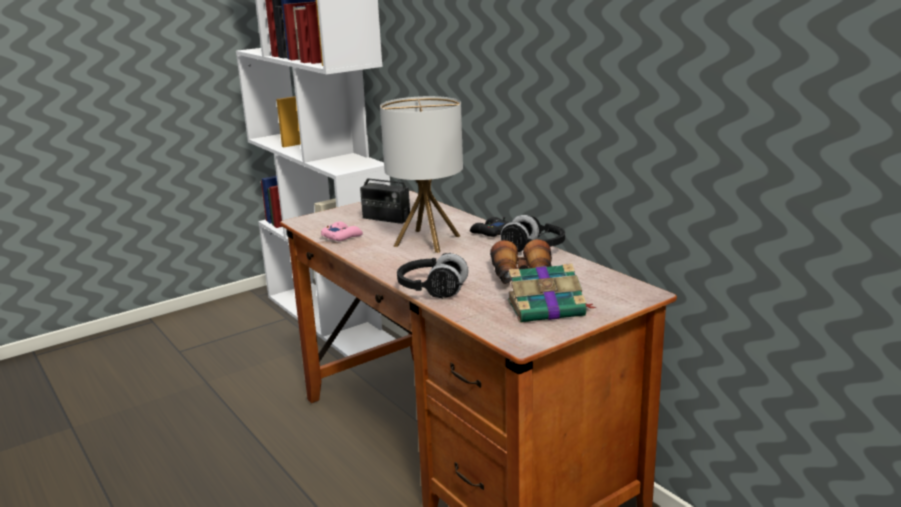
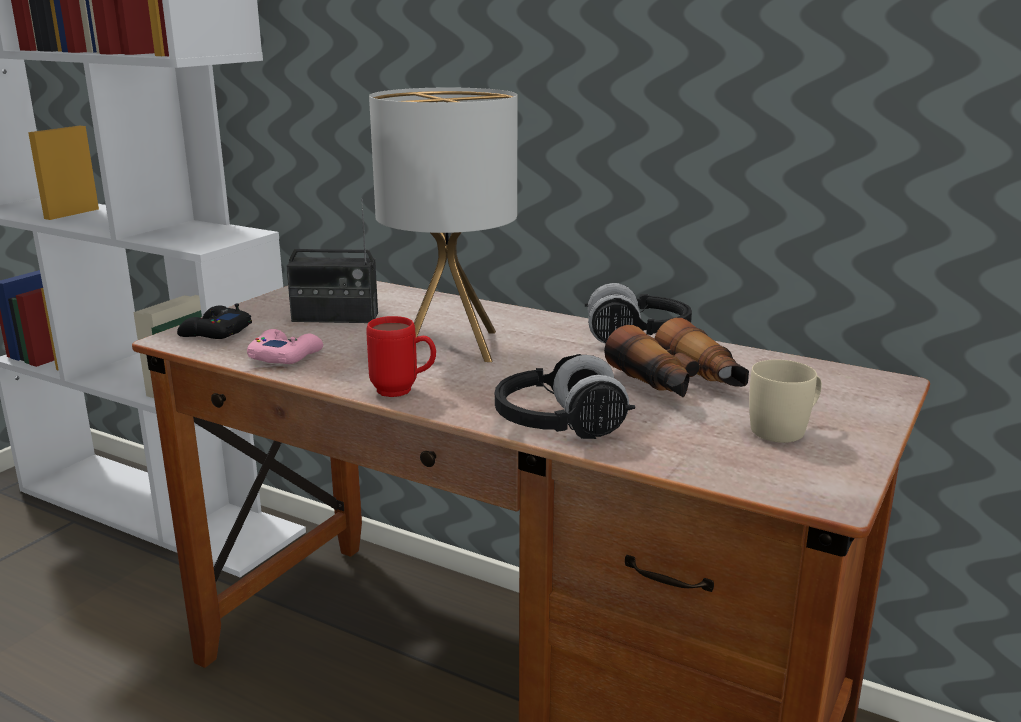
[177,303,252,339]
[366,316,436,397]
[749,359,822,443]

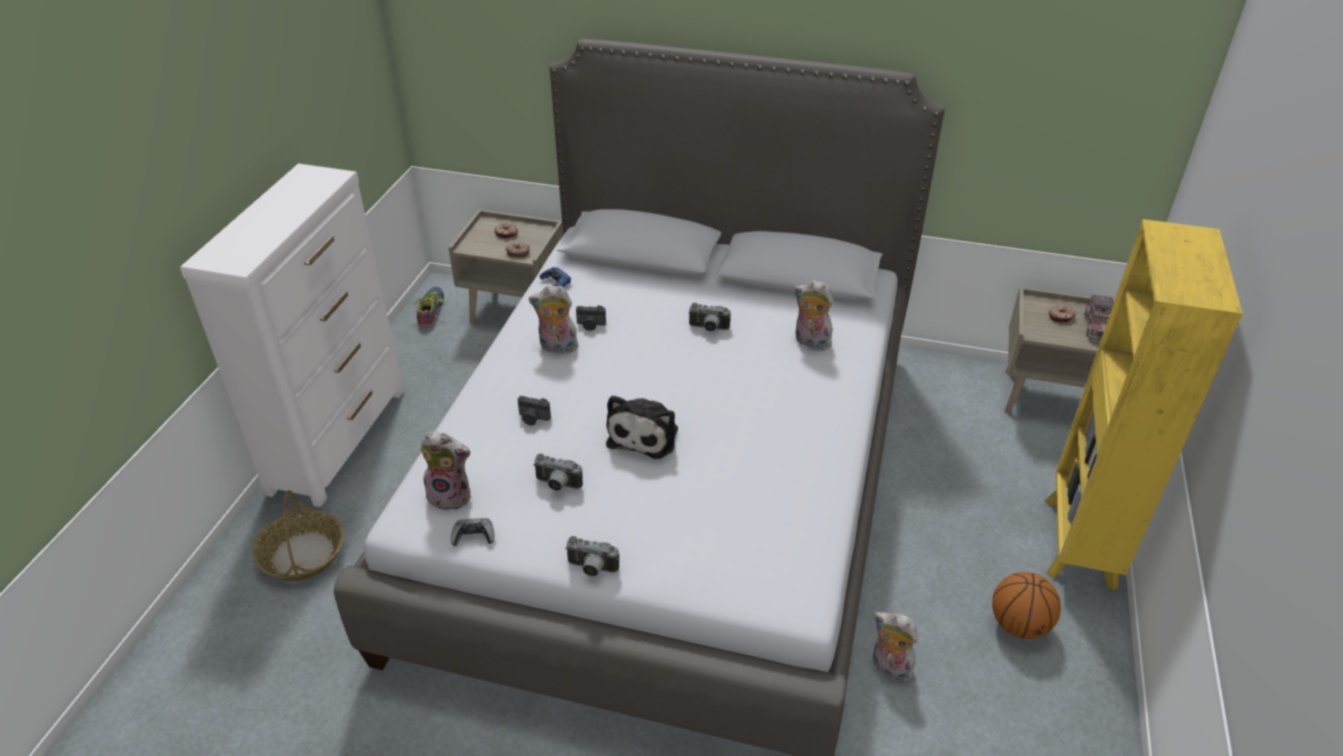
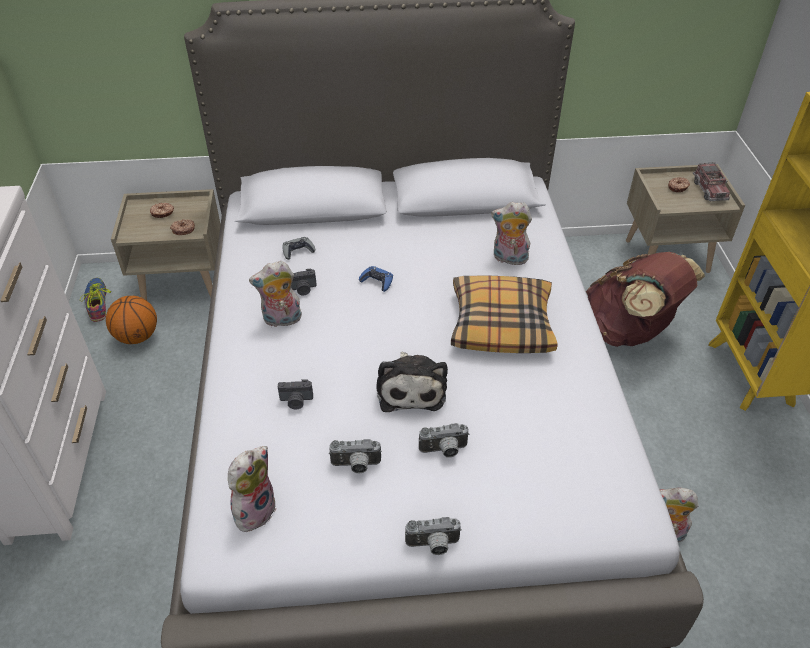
[106,296,157,344]
[228,446,277,532]
[282,237,315,260]
[359,266,393,292]
[419,423,469,458]
[451,276,558,353]
[586,252,705,347]
[252,490,344,581] (first image)

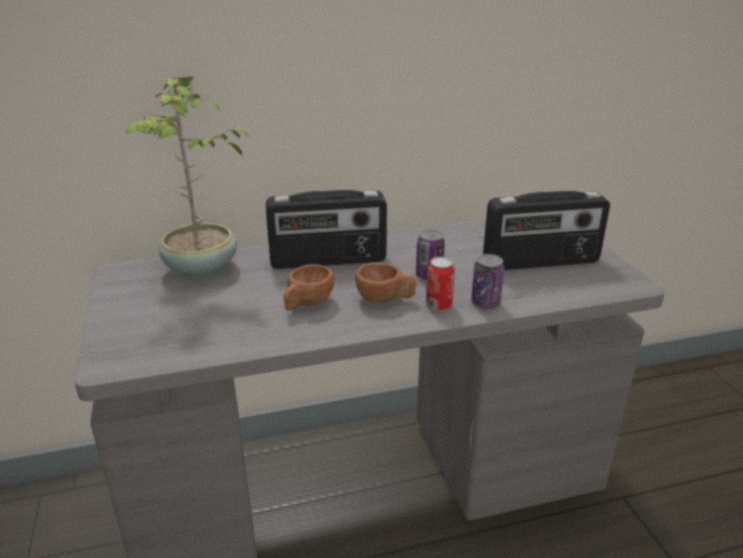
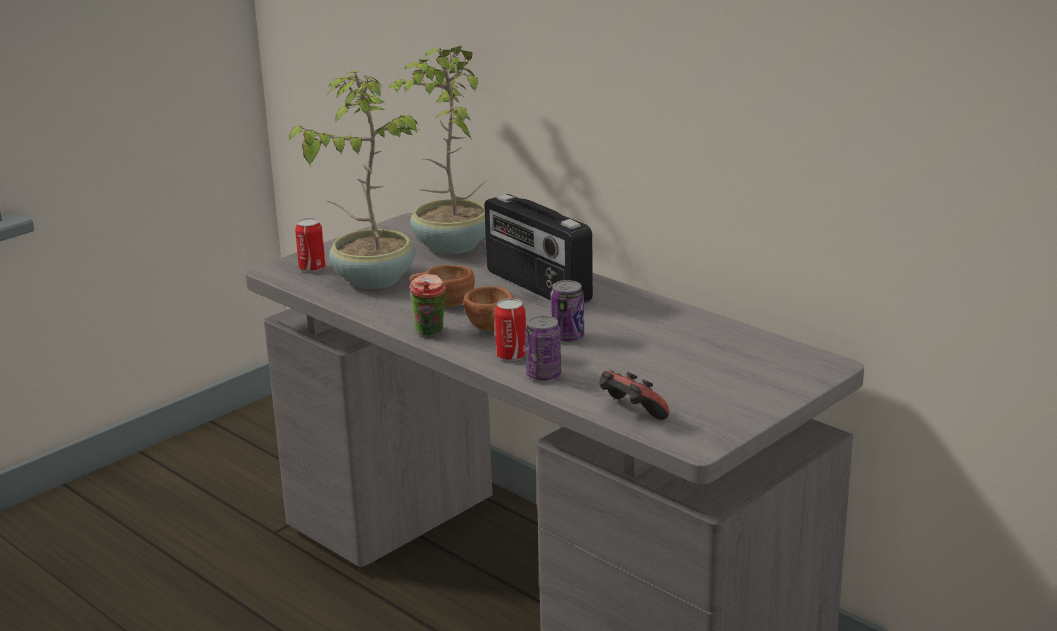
[288,71,420,289]
[295,218,326,272]
[410,274,447,337]
[599,370,670,420]
[483,191,610,270] (first image)

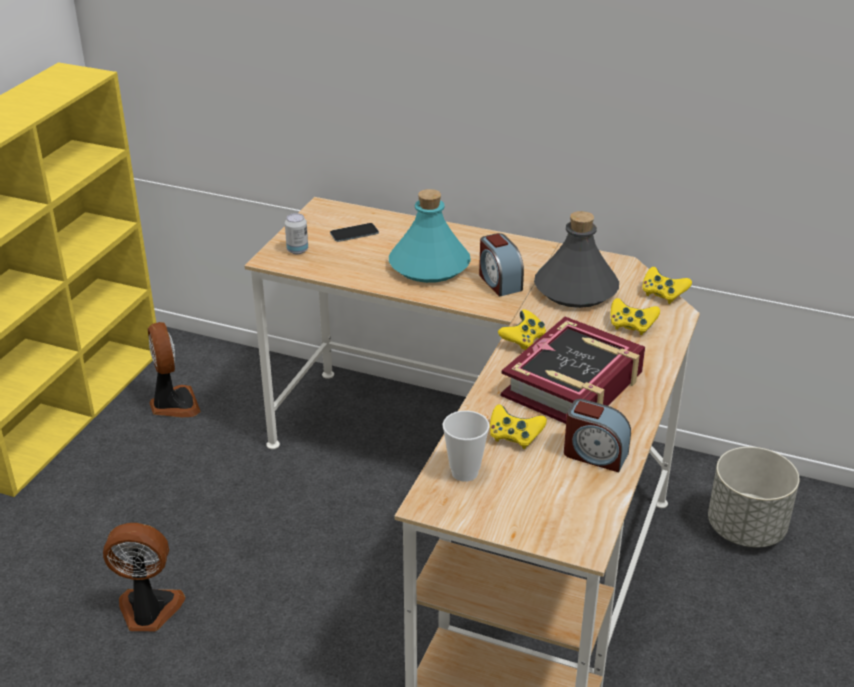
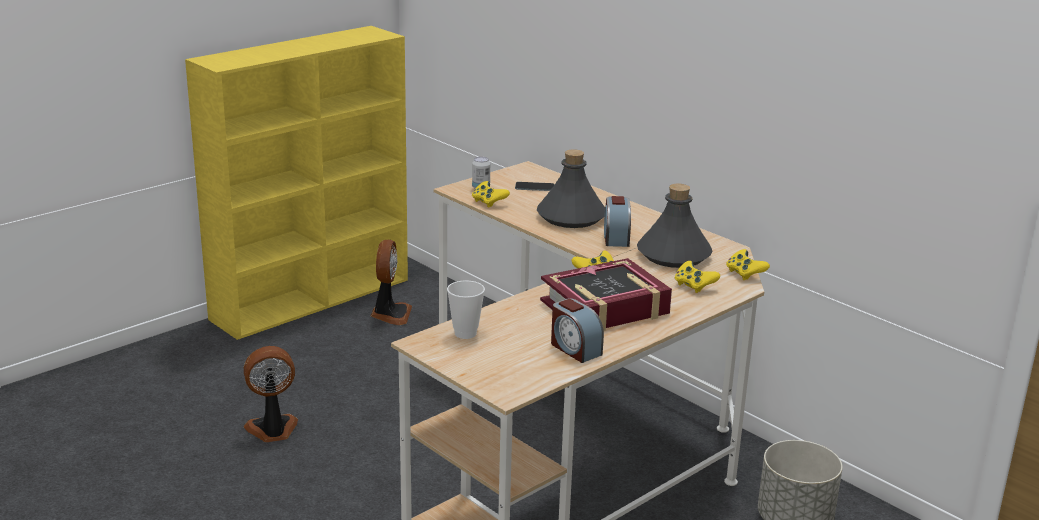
[244,346,298,442]
[472,181,510,208]
[537,149,605,228]

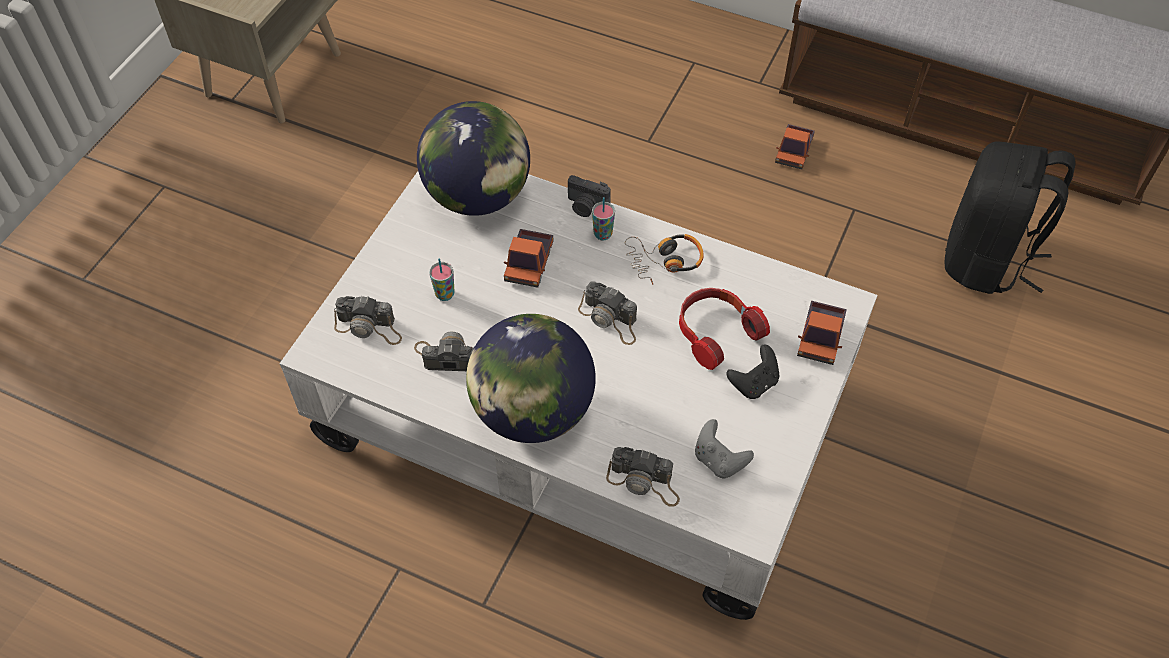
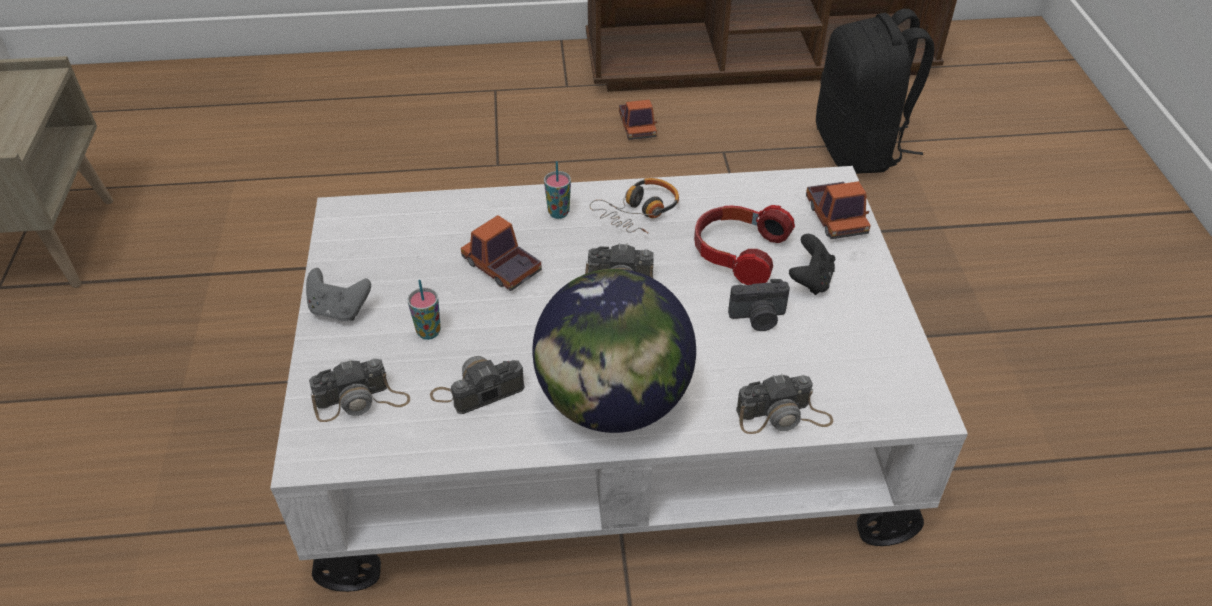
[306,268,371,321]
[461,215,542,291]
[728,279,790,331]
[417,101,530,216] (first image)

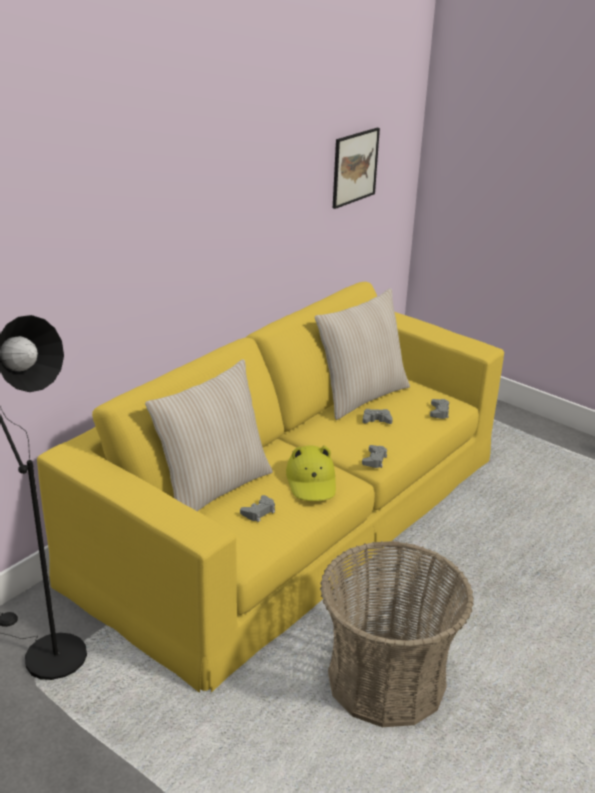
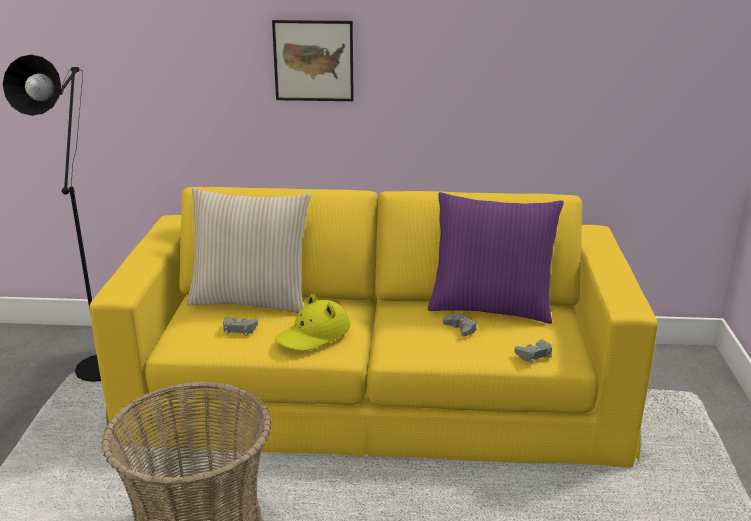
[272,20,354,101]
[428,192,564,324]
[362,445,387,468] (first image)

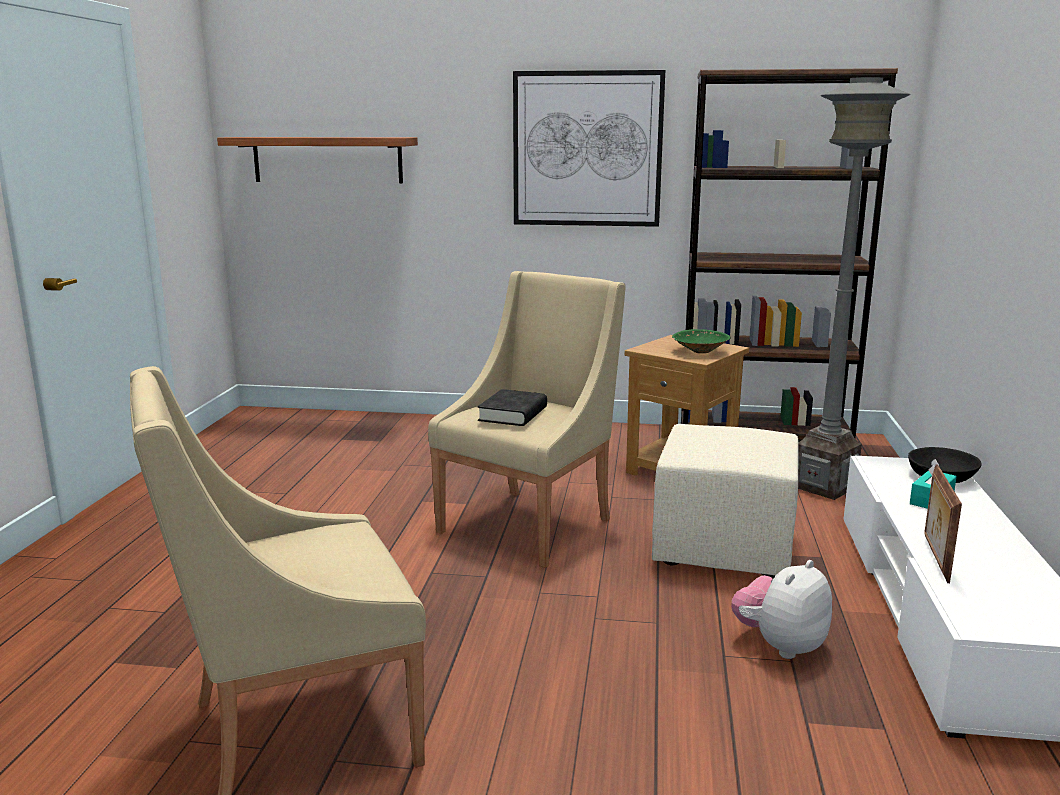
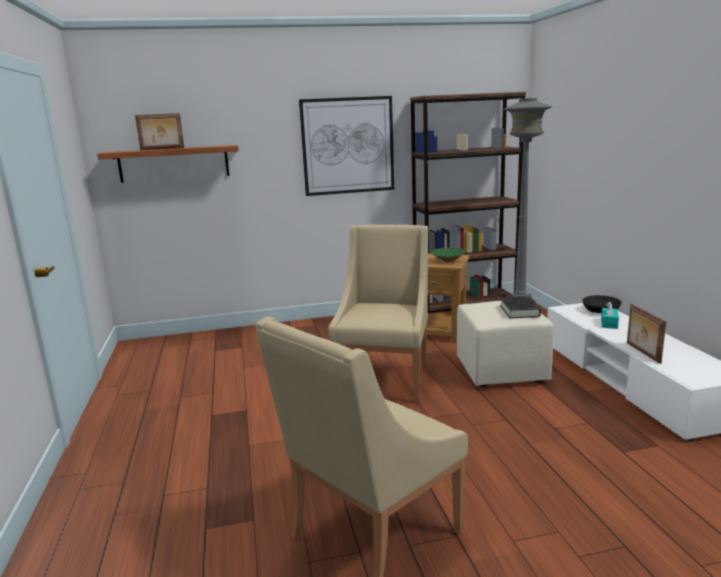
[135,113,184,151]
[500,296,541,318]
[732,560,832,659] (first image)

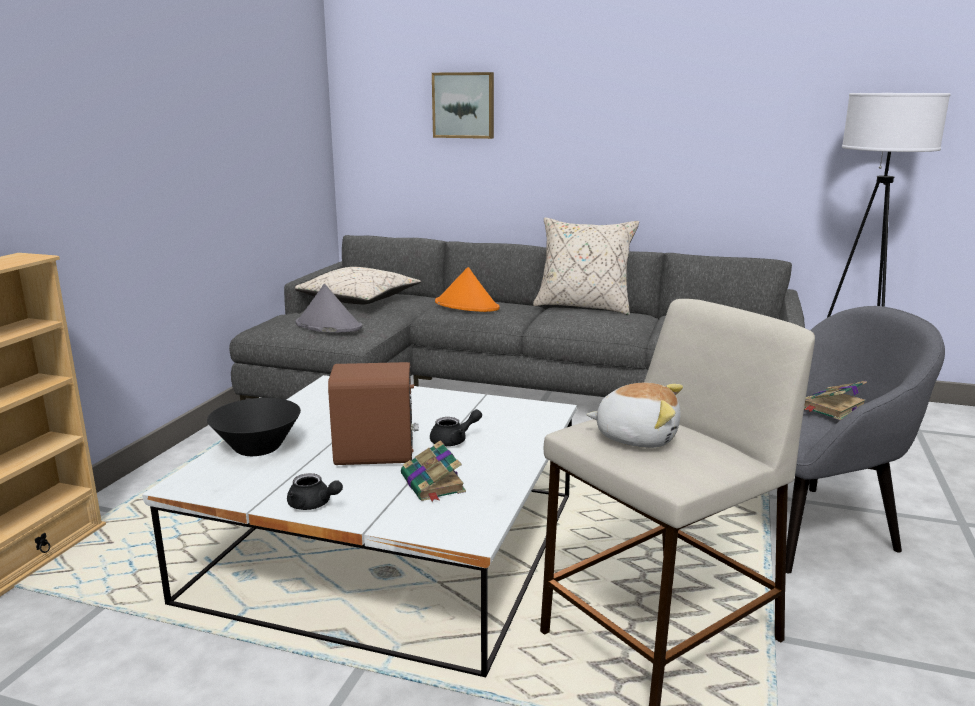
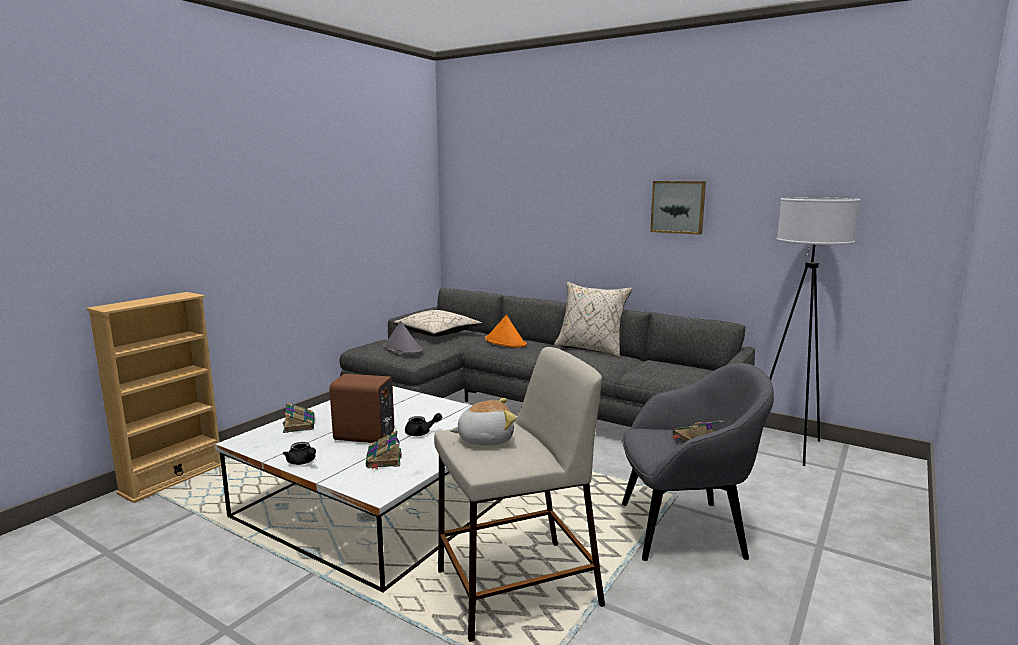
[283,403,315,433]
[450,398,517,445]
[650,181,706,235]

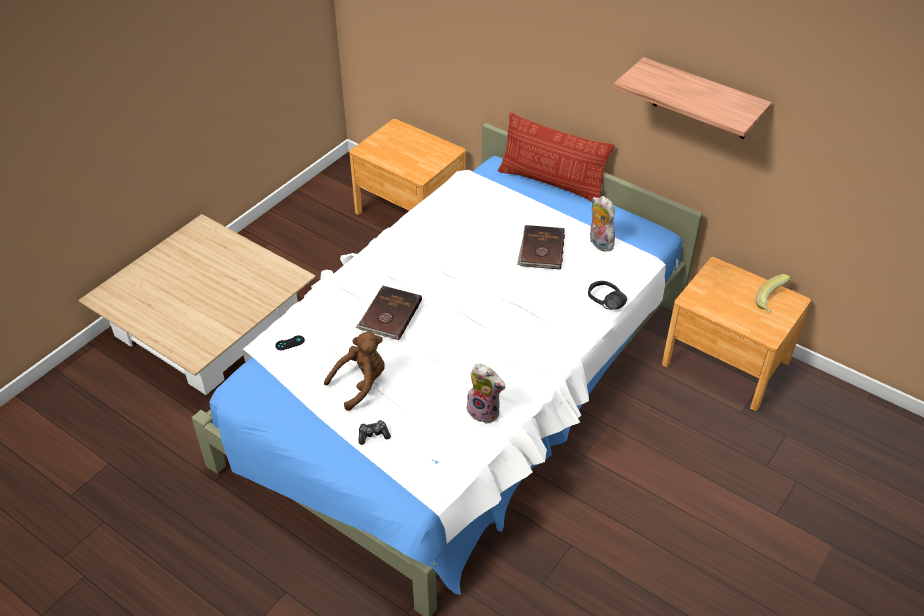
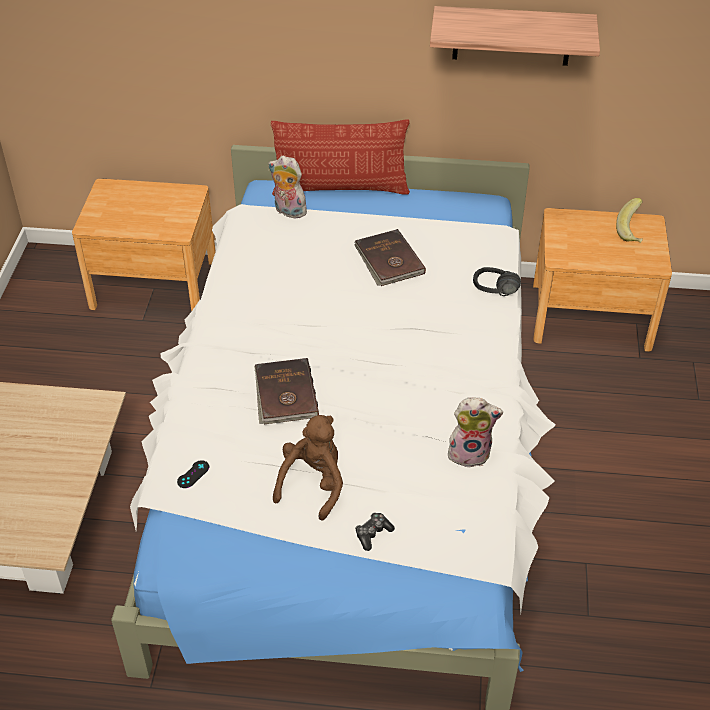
[268,156,307,218]

